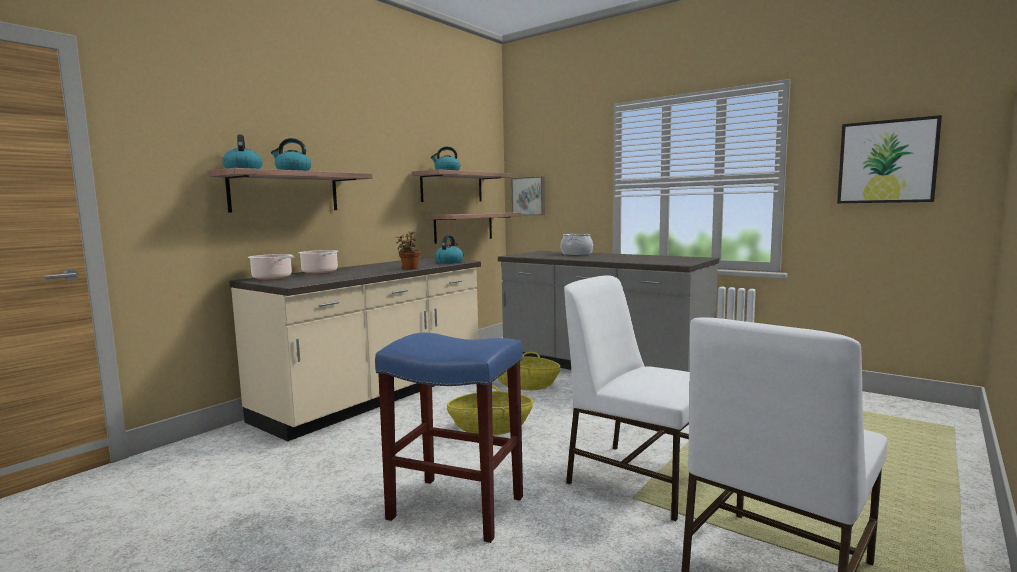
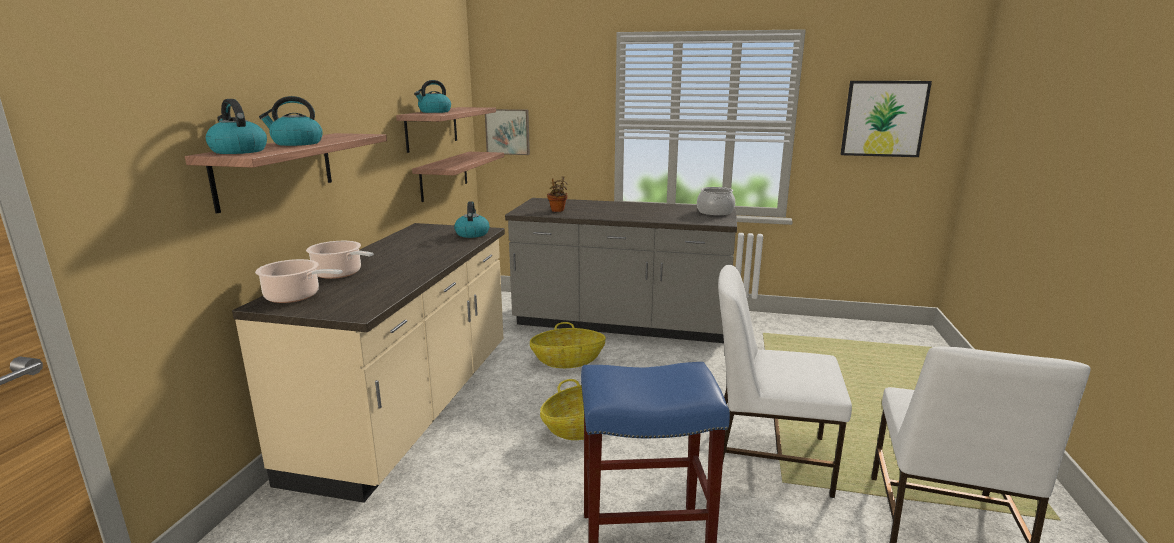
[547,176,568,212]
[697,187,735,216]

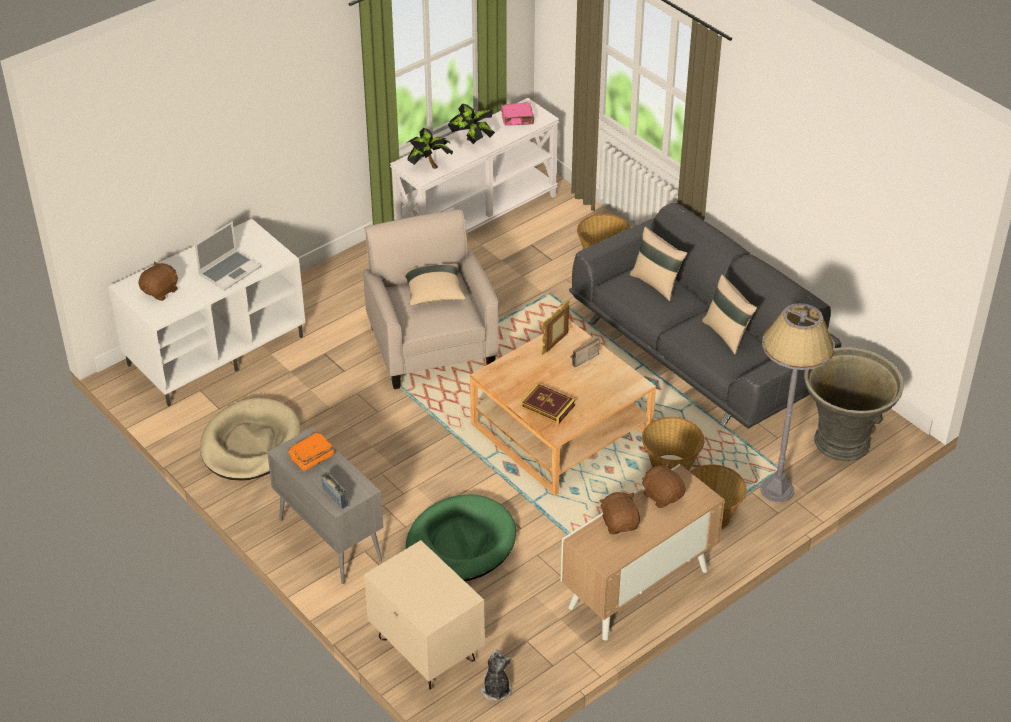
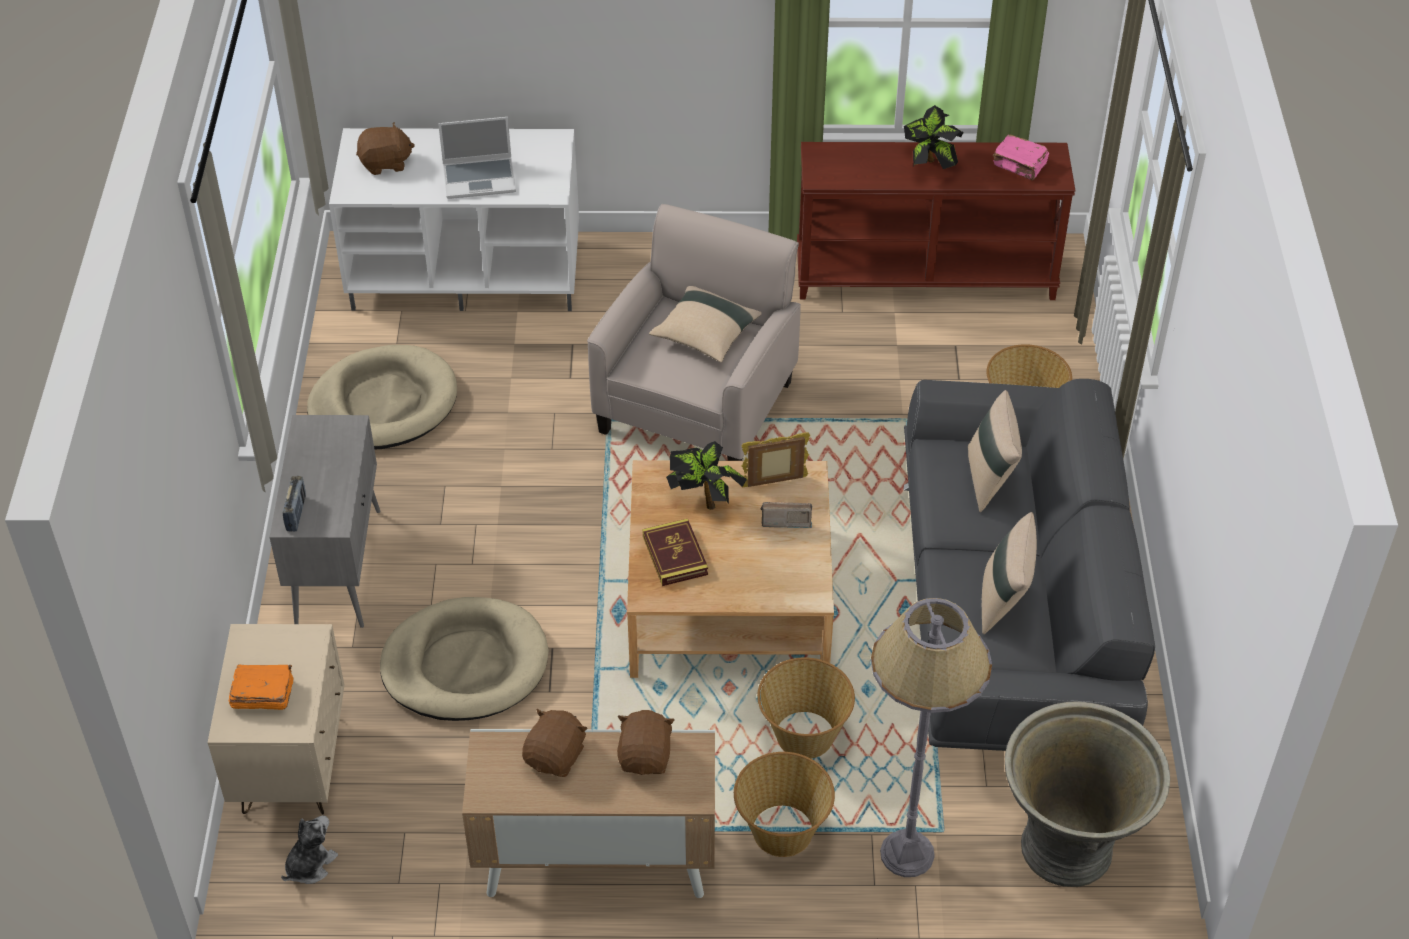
[229,665,293,710]
[380,597,549,721]
[666,441,747,510]
[797,142,1076,300]

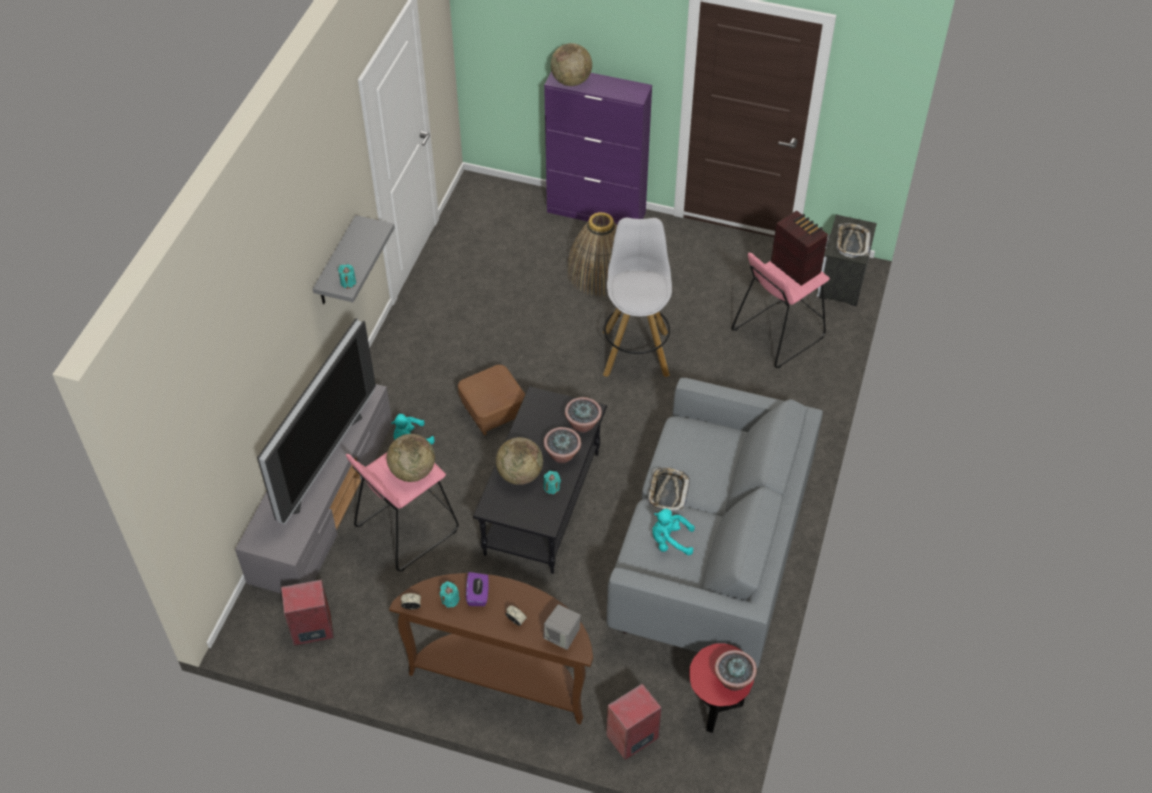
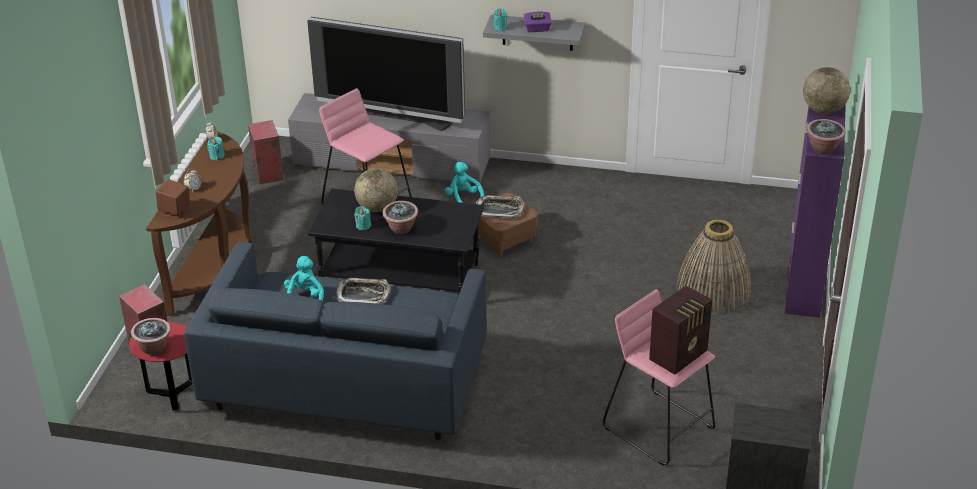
[156,179,190,219]
[184,242,487,440]
[476,195,524,218]
[524,12,552,32]
[806,119,846,155]
[387,434,435,482] (first image)
[603,218,672,377] (first image)

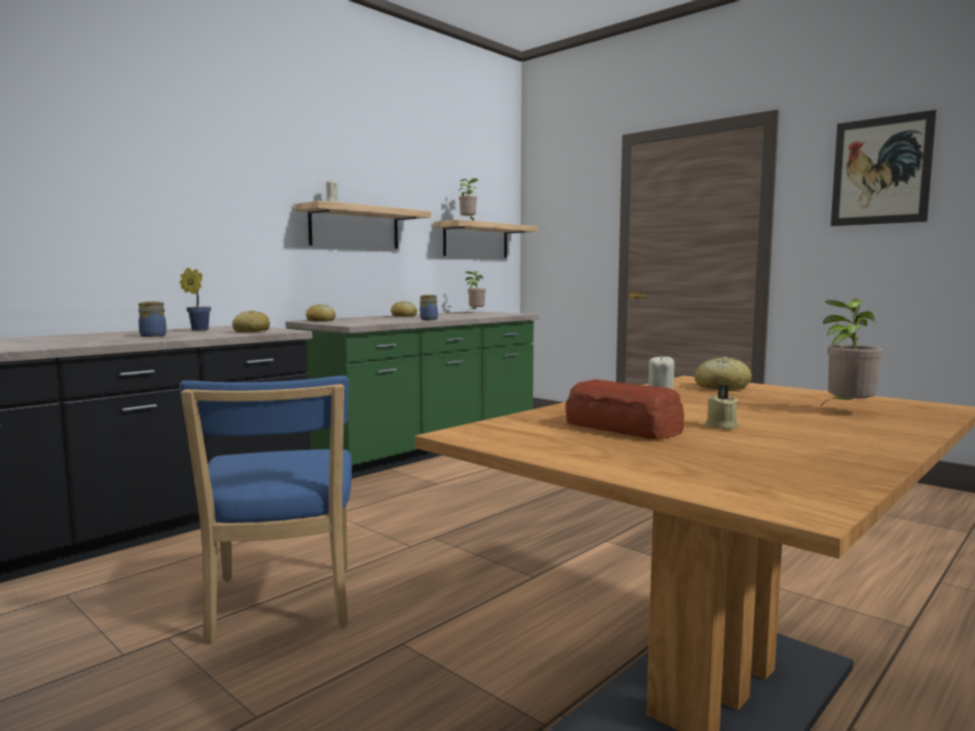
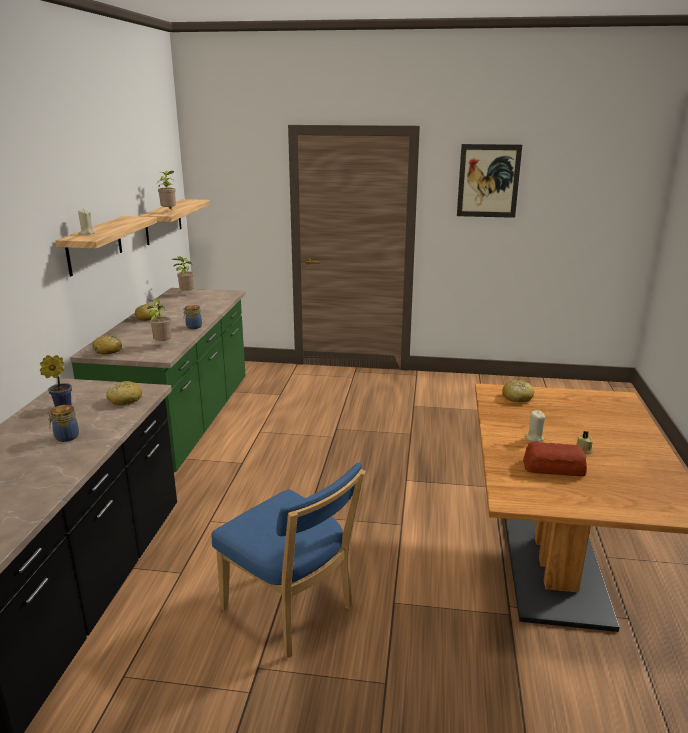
[147,297,172,341]

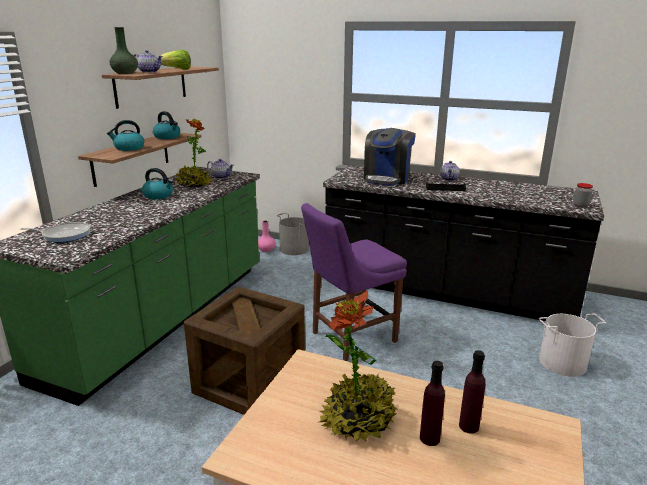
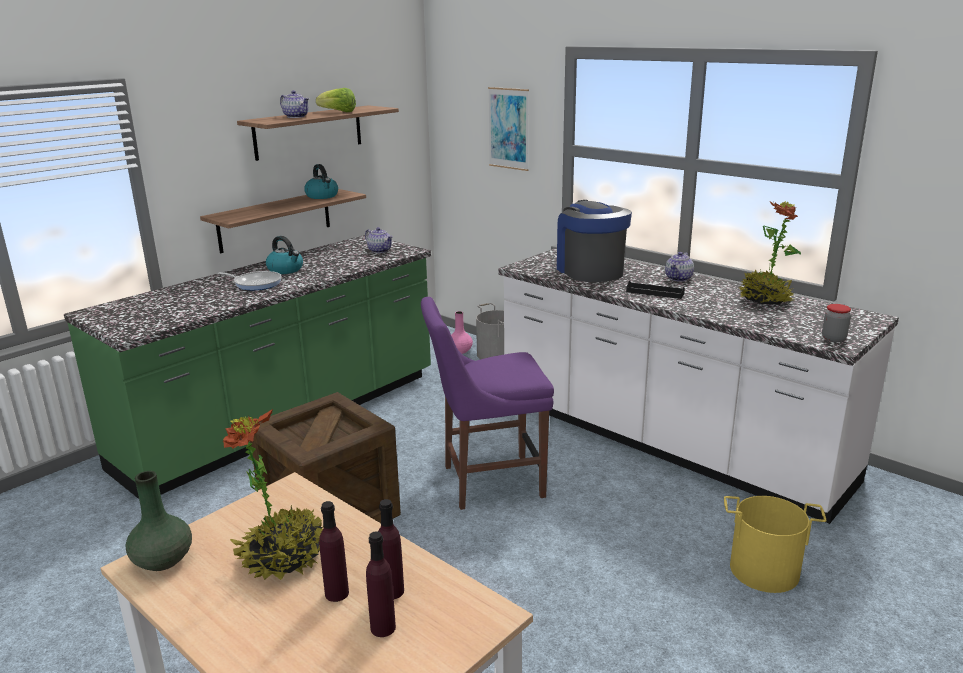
[125,471,192,571]
[217,271,282,290]
[366,531,396,637]
[488,87,529,171]
[498,248,899,524]
[557,200,632,282]
[724,496,827,593]
[739,201,801,305]
[107,120,144,151] (first image)

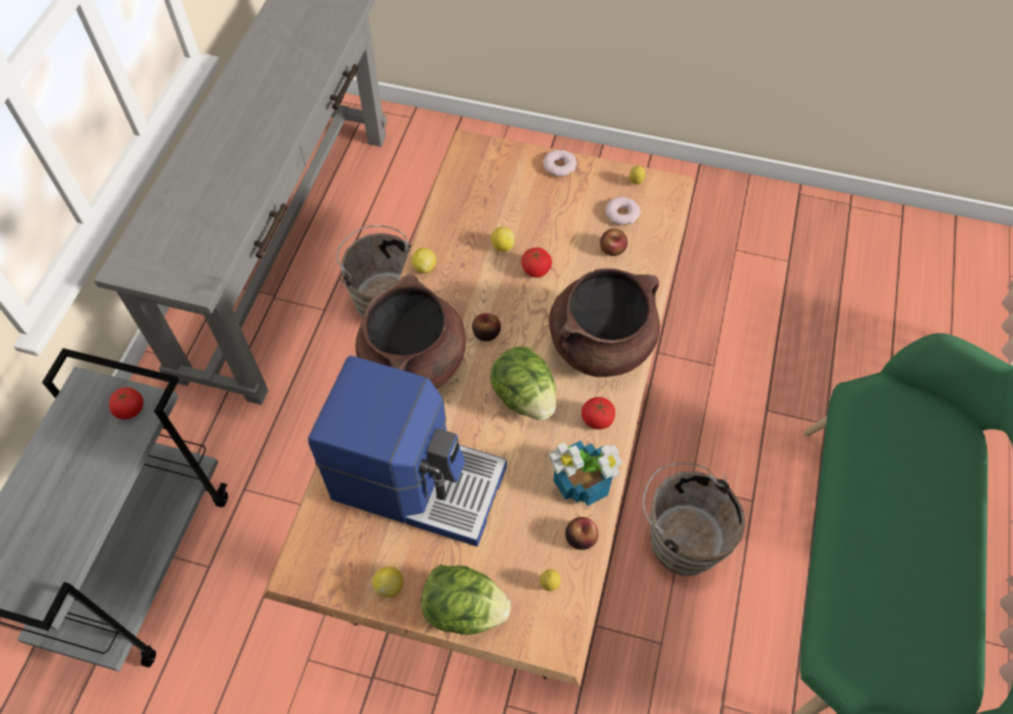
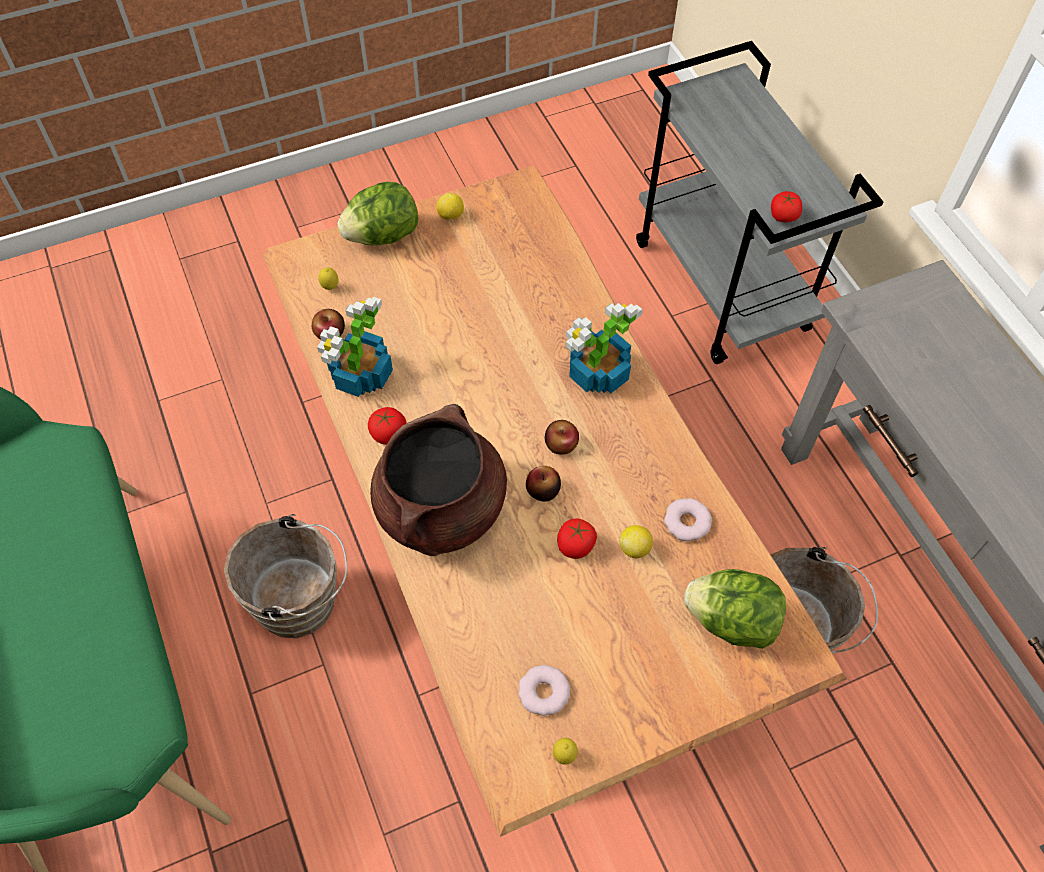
[526,466,561,502]
[565,303,643,394]
[664,498,712,541]
[684,569,786,649]
[308,356,507,547] (first image)
[411,248,436,273] (first image)

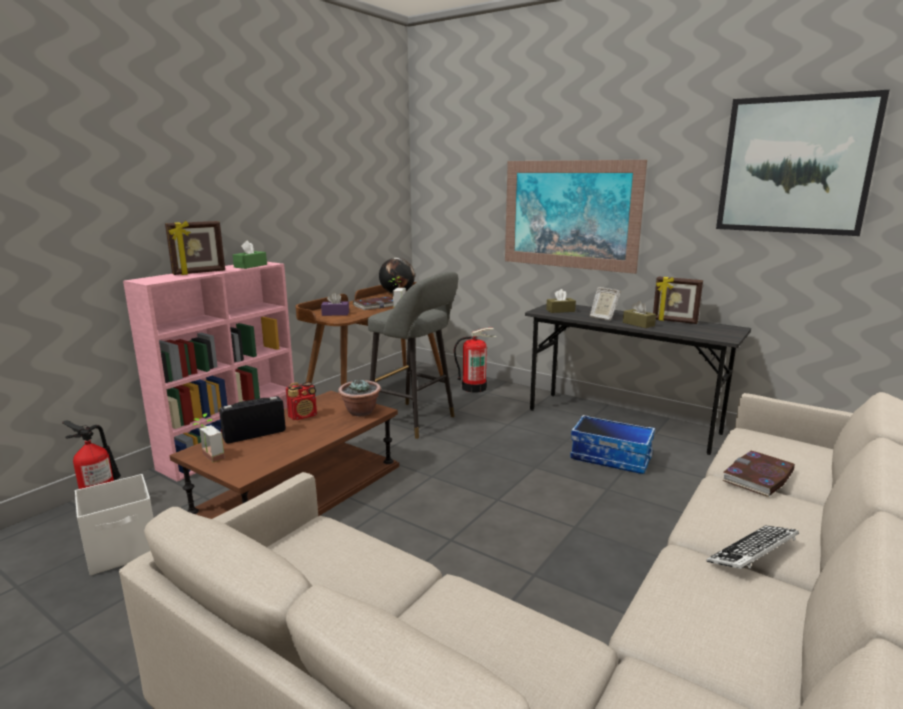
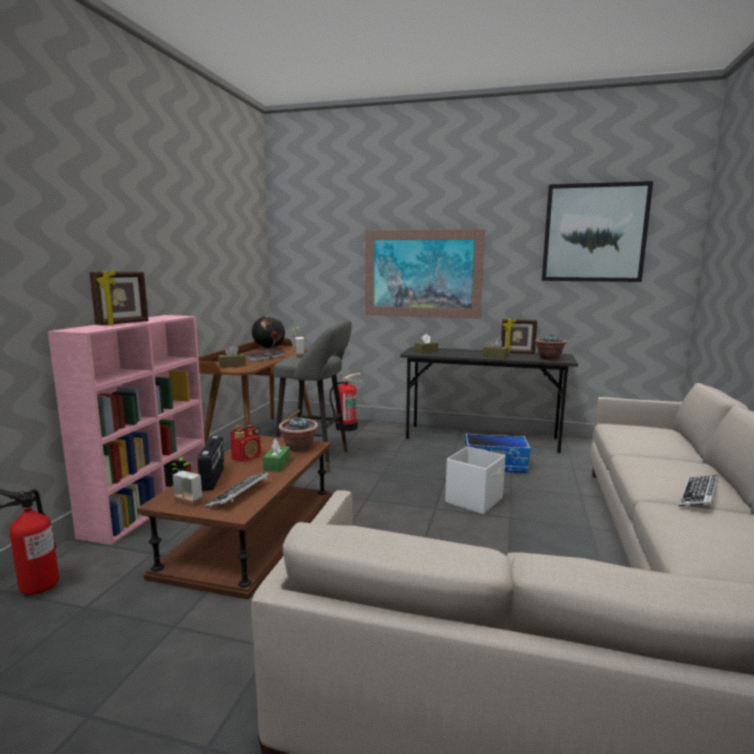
[198,436,224,491]
[205,472,269,508]
[219,345,246,368]
[263,439,290,472]
[445,446,506,514]
[535,334,567,360]
[590,287,621,321] (first image)
[722,451,795,497] (first image)

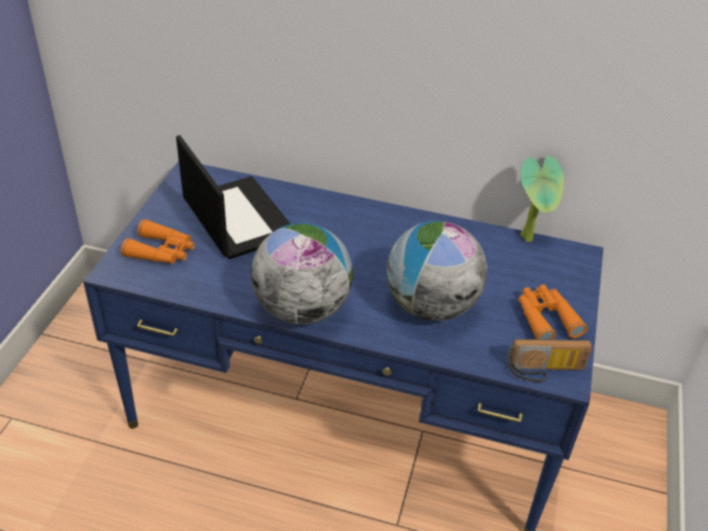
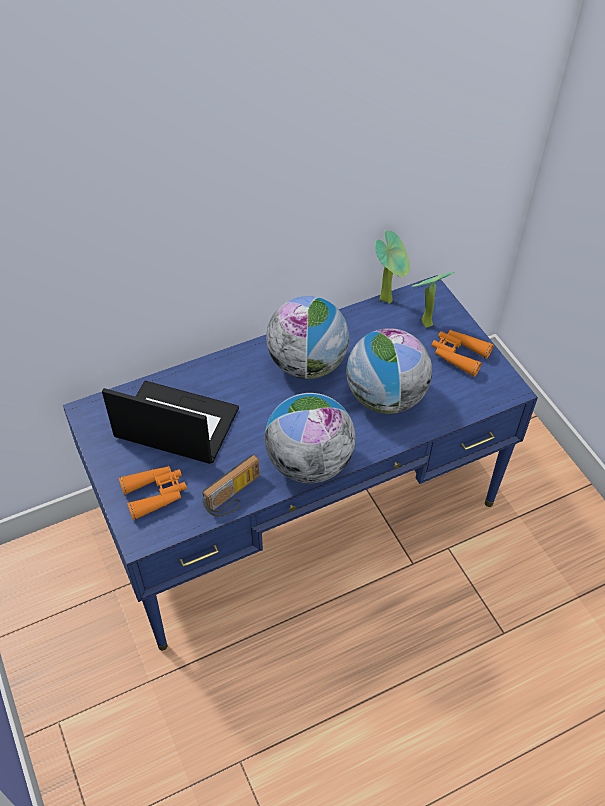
[202,455,260,516]
[266,296,349,379]
[412,271,454,328]

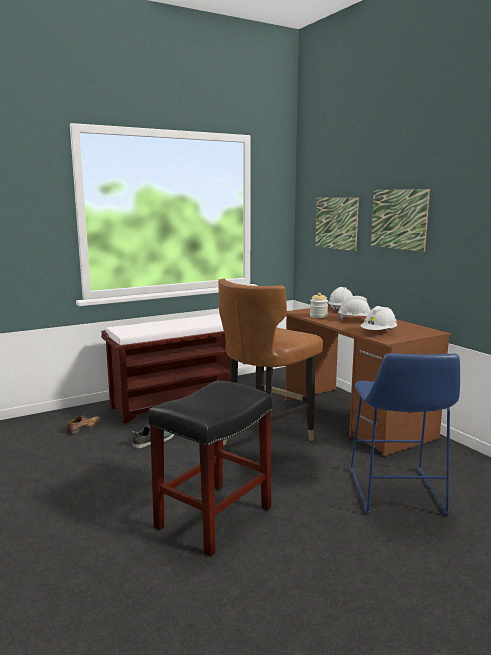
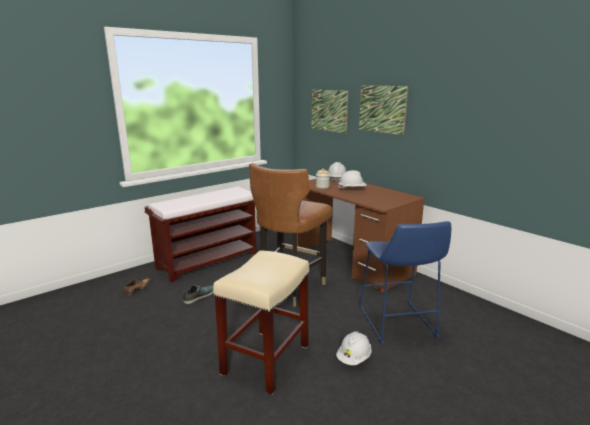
[213,250,309,395]
[336,331,372,365]

